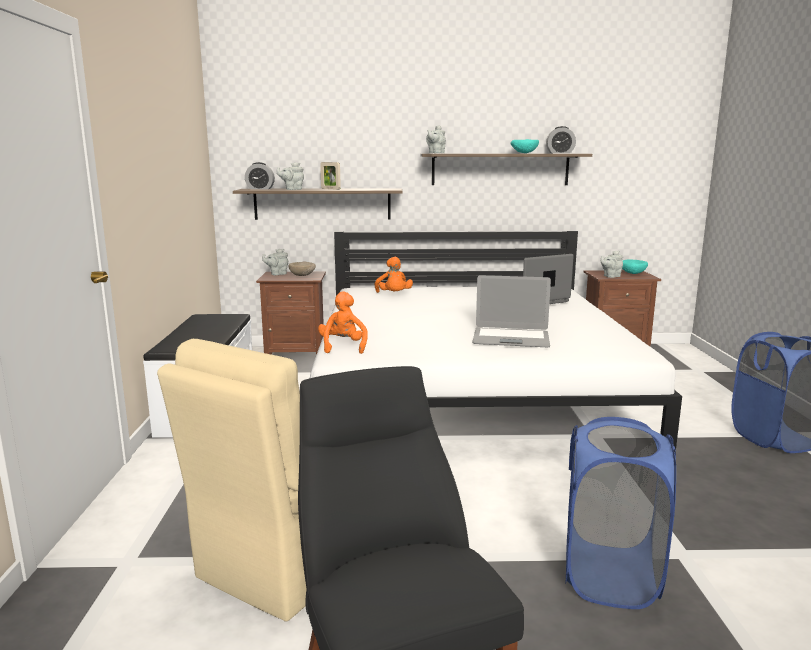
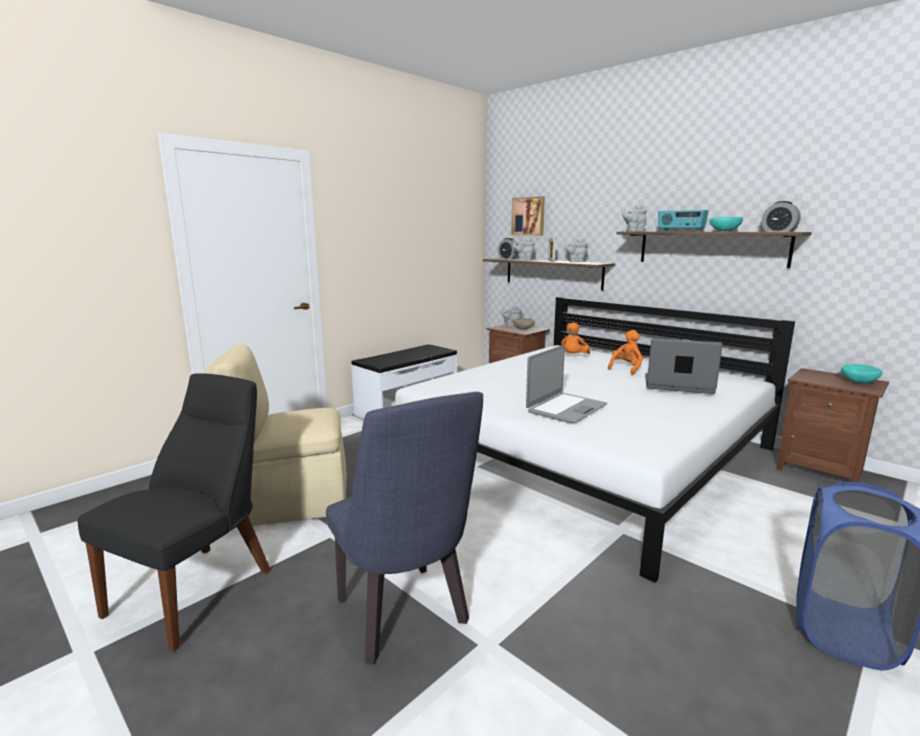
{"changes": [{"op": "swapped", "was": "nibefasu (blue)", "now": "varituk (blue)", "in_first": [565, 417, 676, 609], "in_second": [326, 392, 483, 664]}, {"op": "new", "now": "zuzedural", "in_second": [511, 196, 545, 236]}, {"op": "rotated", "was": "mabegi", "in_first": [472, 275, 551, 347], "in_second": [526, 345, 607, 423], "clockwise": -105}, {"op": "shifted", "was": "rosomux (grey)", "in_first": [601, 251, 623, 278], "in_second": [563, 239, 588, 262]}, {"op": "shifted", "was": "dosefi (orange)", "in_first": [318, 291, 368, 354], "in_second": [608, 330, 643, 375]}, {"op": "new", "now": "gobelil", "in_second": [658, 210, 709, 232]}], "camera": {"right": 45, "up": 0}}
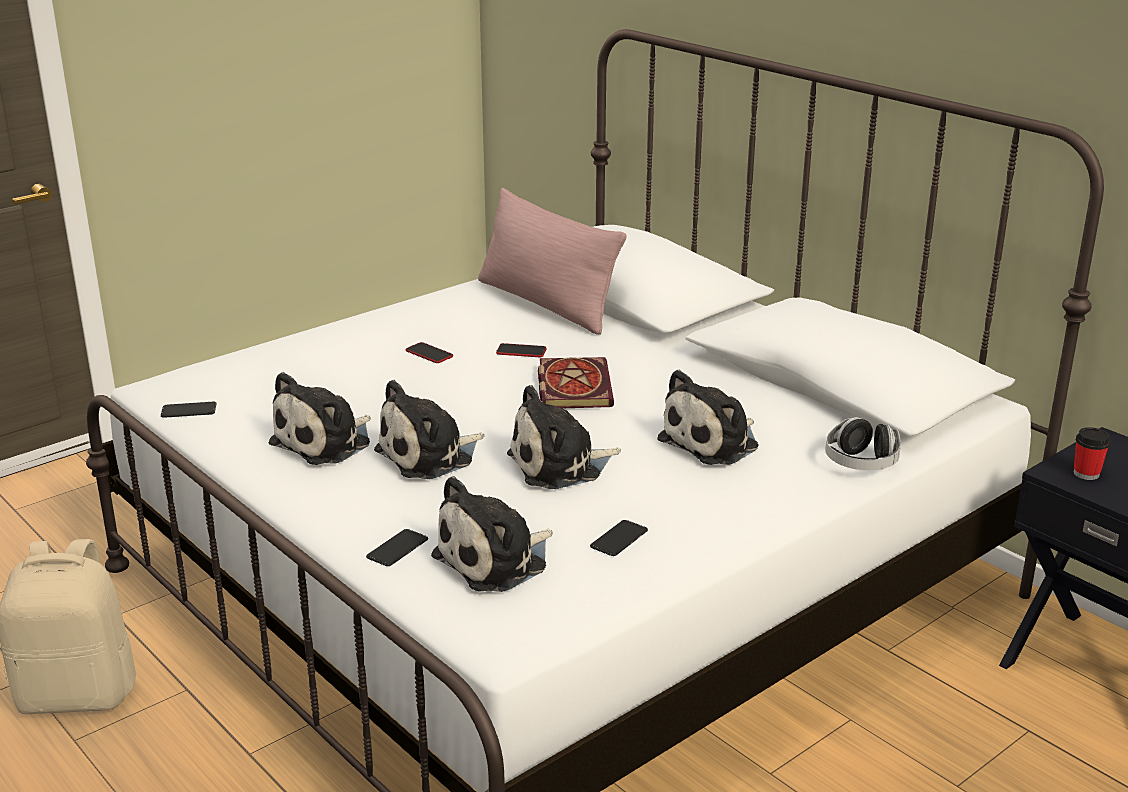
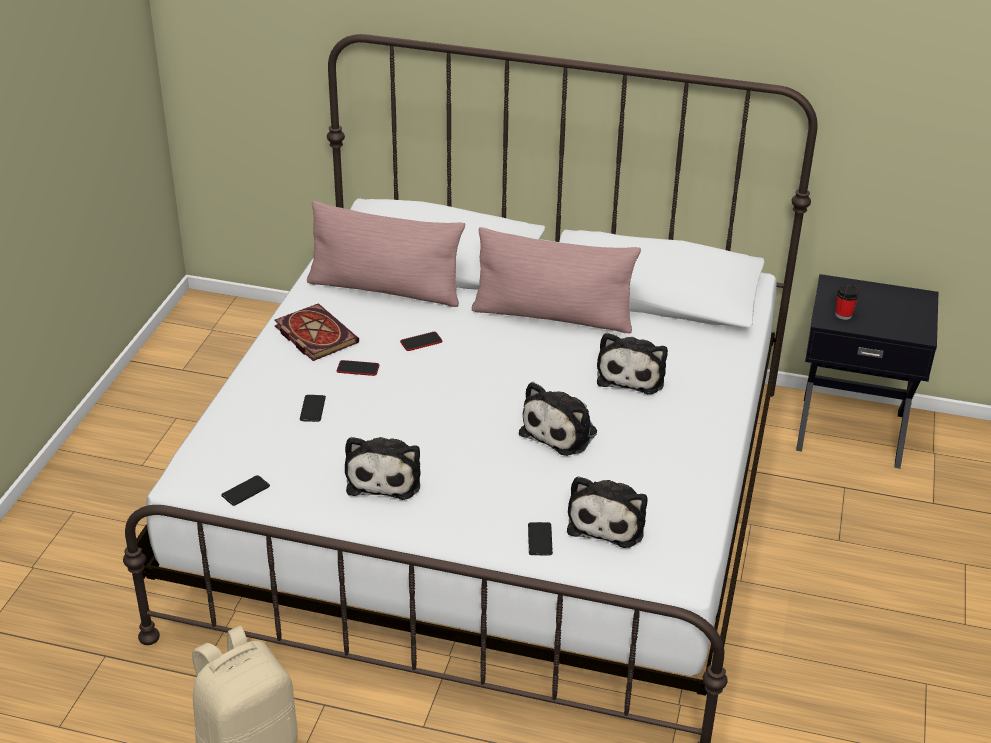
{"changes": [{"op": "shifted", "was": "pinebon", "in_first": [538, 357, 614, 408], "in_second": [274, 303, 359, 361]}, {"op": "shifted", "was": "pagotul", "in_first": [590, 520, 648, 556], "in_second": [300, 395, 326, 422]}, {"op": "new", "now": "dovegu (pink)", "in_second": [472, 227, 641, 333]}, {"op": "gone", "was": "dosefi", "in_first": [374, 380, 484, 479]}, {"op": "gone", "was": "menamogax", "in_first": [825, 417, 901, 470]}], "camera": {"right": -35, "up": 10}}
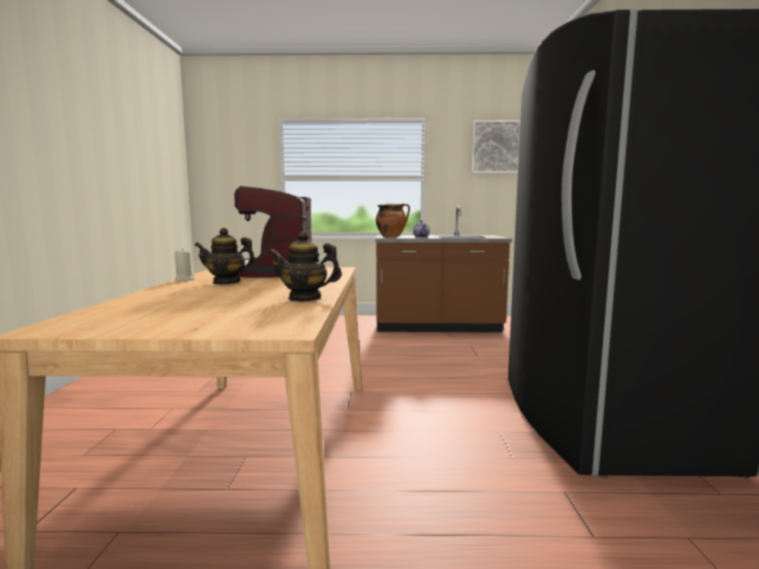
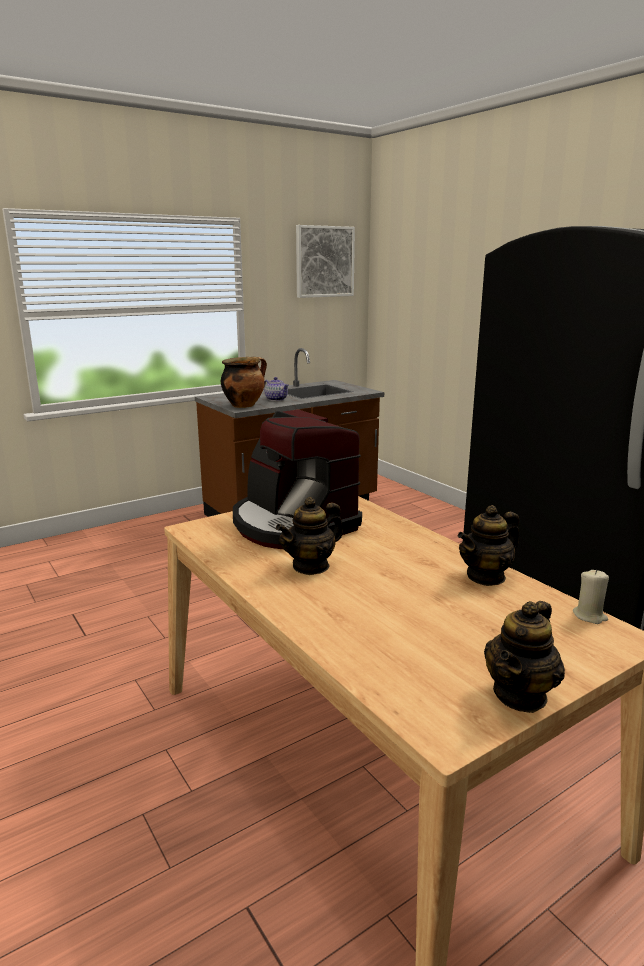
{"changes": [{"op": "new", "now": "rosomux", "in_second": [484, 601, 565, 713]}, {"op": "shifted", "was": "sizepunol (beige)", "in_first": [175, 249, 195, 281], "in_second": [573, 570, 609, 624]}], "camera": {"right": -35, "up": 10}}
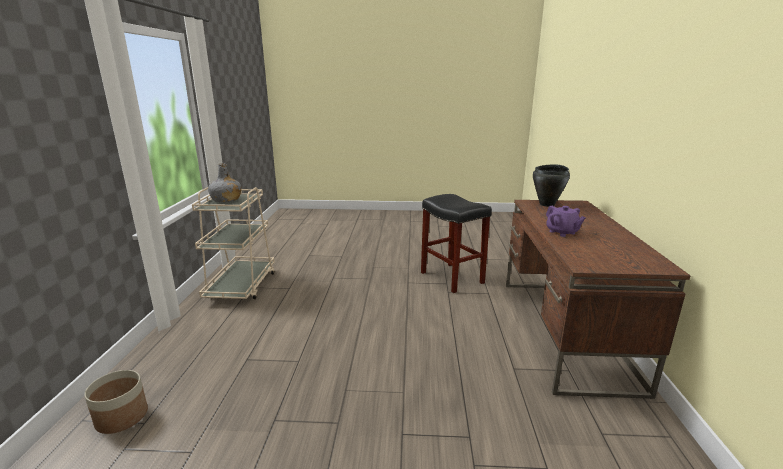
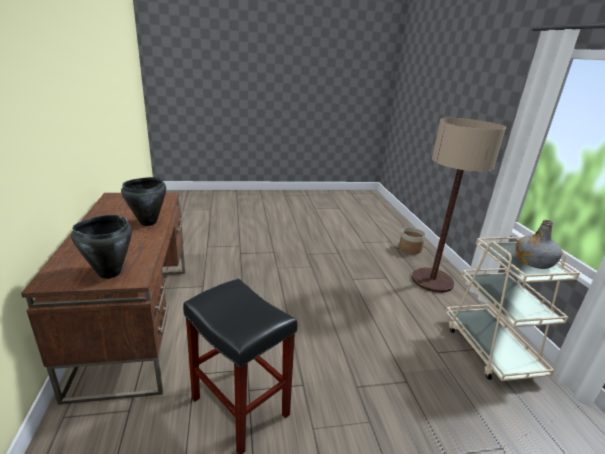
{"changes": [{"op": "swapped", "was": "rosomux (purple)", "now": "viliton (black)", "in_first": [546, 206, 586, 237], "in_second": [121, 177, 166, 226]}, {"op": "new", "now": "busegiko", "in_second": [412, 118, 506, 293]}], "camera": {"right": 165, "up": 5}}
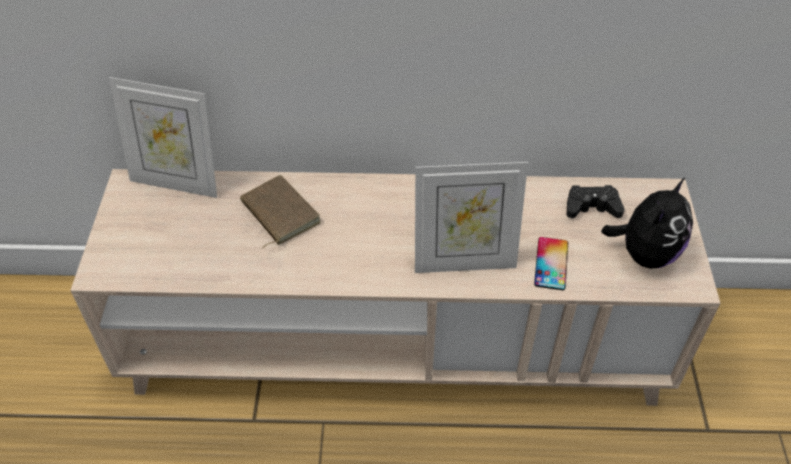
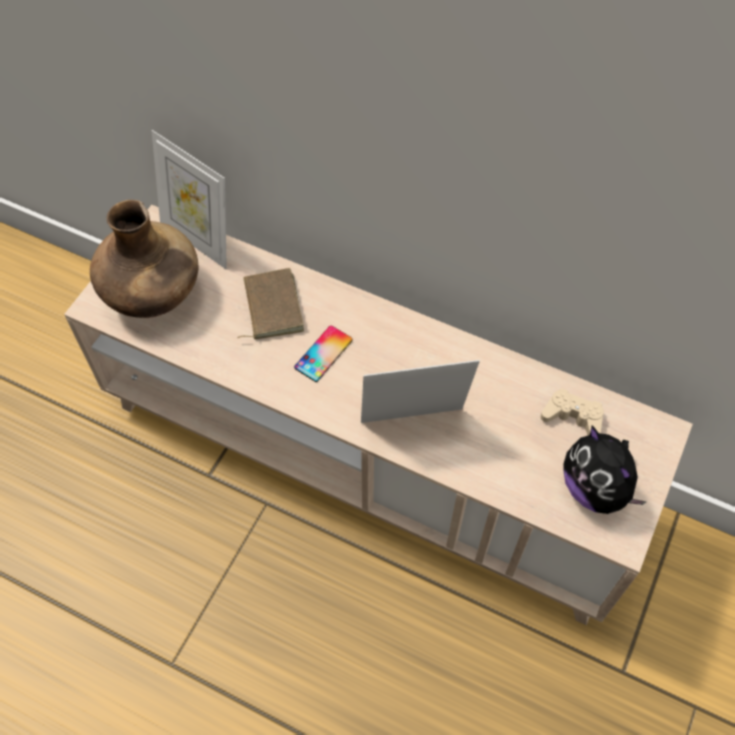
{"changes": [{"op": "new", "now": "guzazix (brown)", "in_second": [90, 200, 199, 318]}, {"op": "shifted", "was": "pagotul", "in_first": [534, 237, 568, 290], "in_second": [294, 326, 353, 382]}, {"op": "rotated", "was": "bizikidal", "in_first": [415, 162, 528, 273], "in_second": [361, 360, 480, 423], "clockwise": 150}, {"op": "repainted", "was": "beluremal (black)", "now": "beluremal (beige)", "in_first": [567, 185, 625, 218], "in_second": [541, 388, 604, 435]}, {"op": "rotated", "was": "dosefi", "in_first": [601, 177, 693, 269], "in_second": [563, 426, 646, 514], "clockwise": 90}], "camera": {"right": 25, "up": 10}}
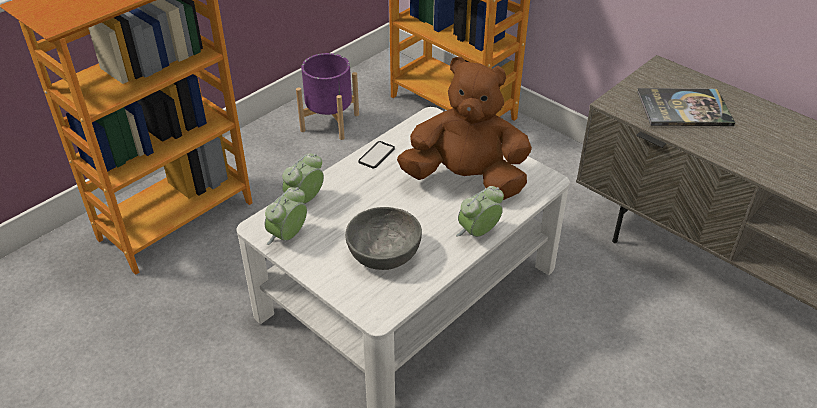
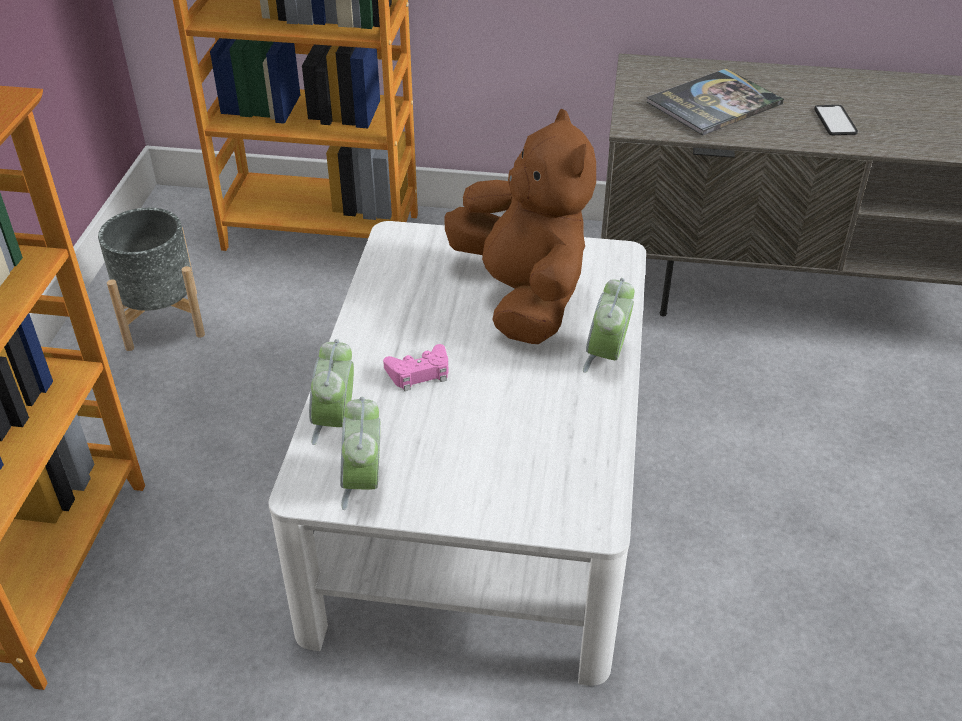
{"changes": [{"op": "repainted", "was": "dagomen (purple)", "now": "dagomen (grey)", "in_first": [296, 53, 359, 140], "in_second": [98, 208, 205, 351]}, {"op": "new", "now": "beluremal (pink)", "in_second": [383, 344, 449, 391]}, {"op": "rotated", "was": "dosefi (brown)", "in_first": [397, 57, 532, 200], "in_second": [444, 109, 596, 344], "clockwise": 90}, {"op": "shifted", "was": "pagotul", "in_first": [358, 141, 395, 169], "in_second": [814, 105, 858, 136]}, {"op": "gone", "was": "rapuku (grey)", "in_first": [345, 207, 422, 270]}], "camera": {"right": -35, "up": 0}}
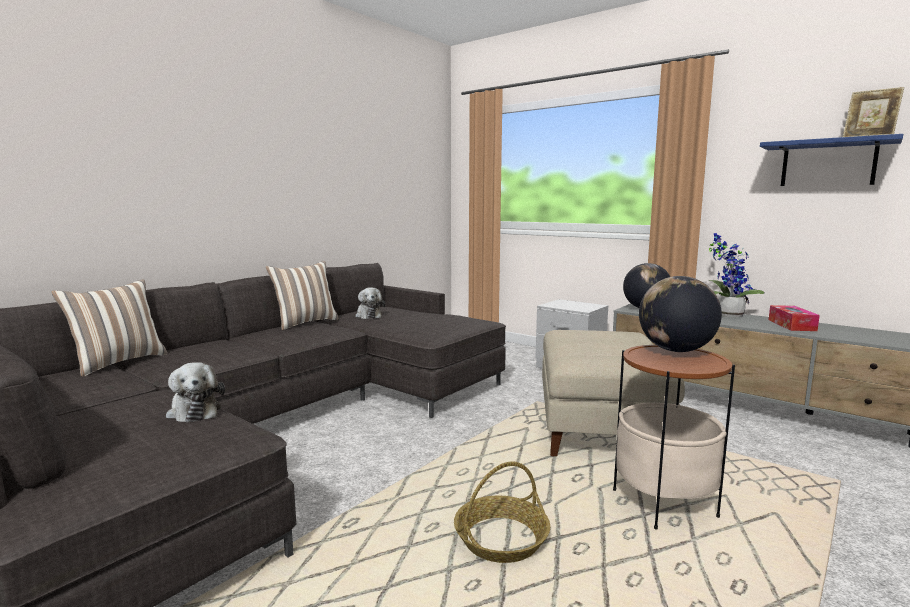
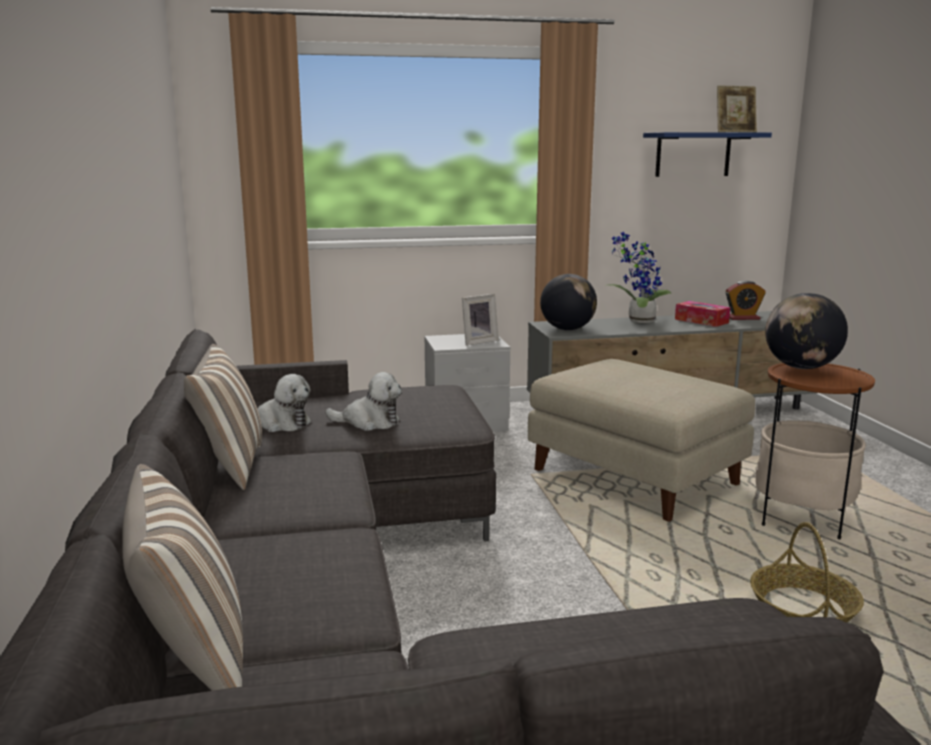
{"changes": [{"op": "shifted", "was": "dosefi", "in_first": [166, 362, 225, 423], "in_second": [325, 372, 402, 431]}, {"op": "new", "now": "bizikidal", "in_second": [462, 294, 499, 346]}, {"op": "new", "now": "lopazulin", "in_second": [725, 281, 766, 320]}], "camera": {"right": -50, "up": 5}}
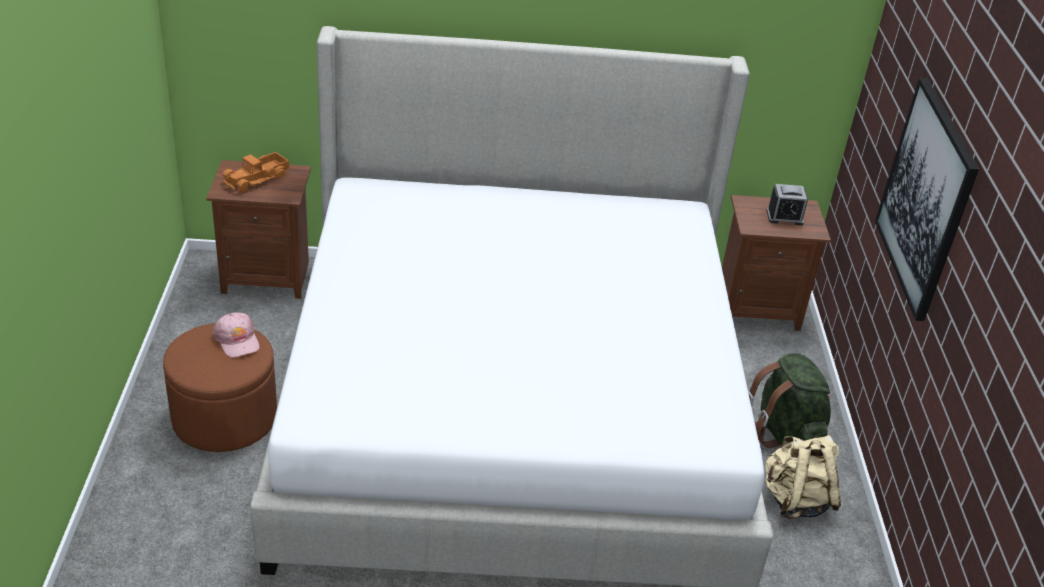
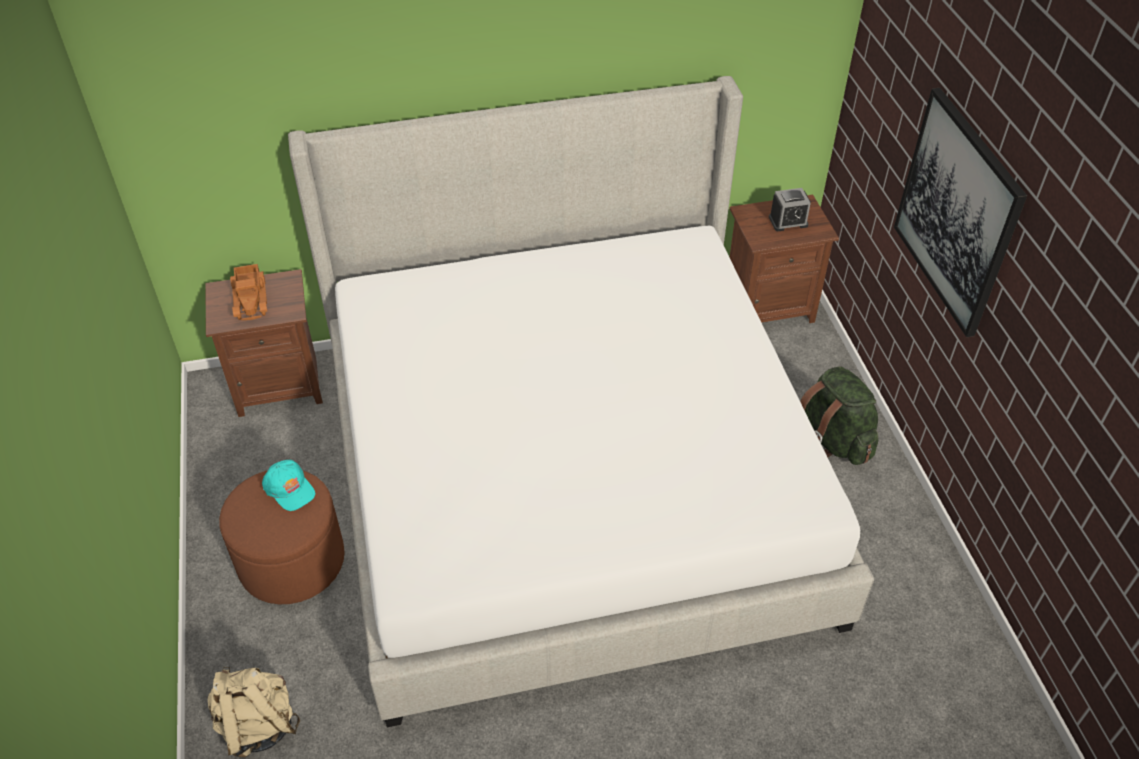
{"changes": [{"op": "shifted", "was": "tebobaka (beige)", "in_first": [765, 435, 841, 519], "in_second": [208, 667, 300, 758]}, {"op": "rotated", "was": "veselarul", "in_first": [222, 152, 289, 192], "in_second": [230, 264, 267, 320], "clockwise": -45}, {"op": "repainted", "was": "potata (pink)", "now": "potata (turquoise)", "in_first": [213, 313, 259, 357], "in_second": [262, 460, 315, 511]}], "camera": {"right": -10, "up": 10}}
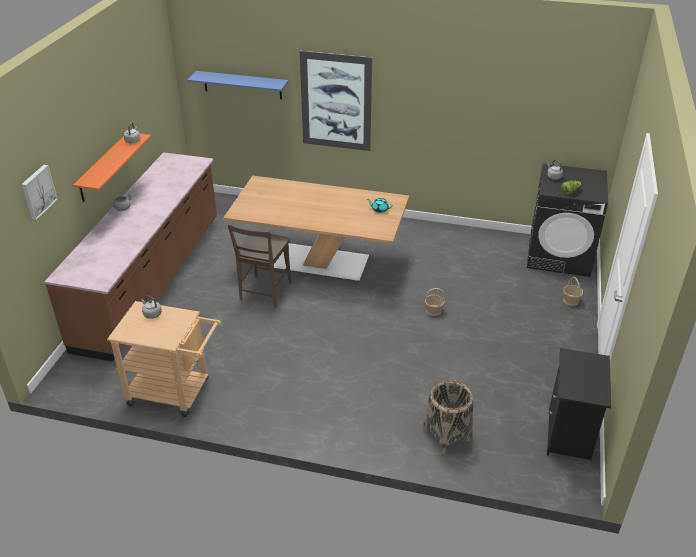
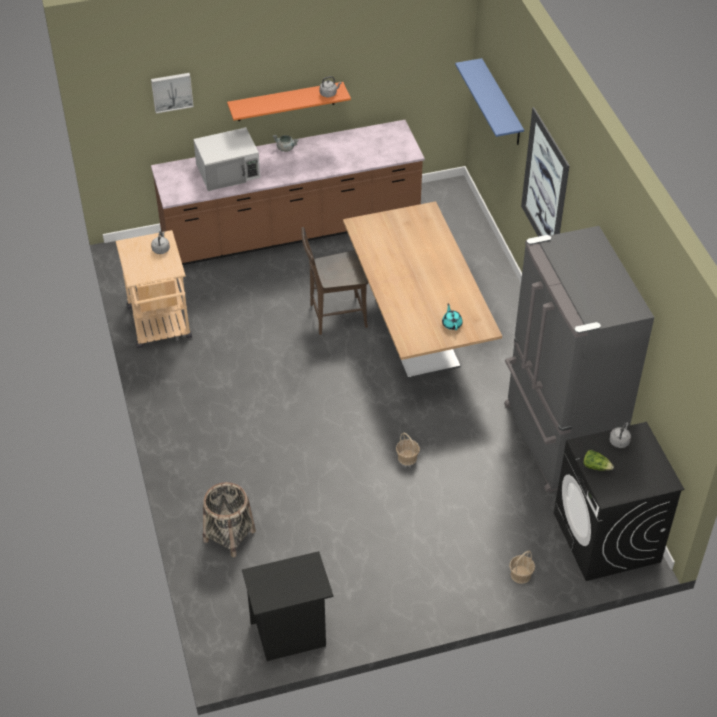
{"changes": [{"op": "new", "now": "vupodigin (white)", "in_second": [193, 127, 260, 191]}, {"op": "new", "now": "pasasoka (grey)", "in_second": [504, 226, 654, 493]}], "camera": {"right": 60, "up": 10}}
